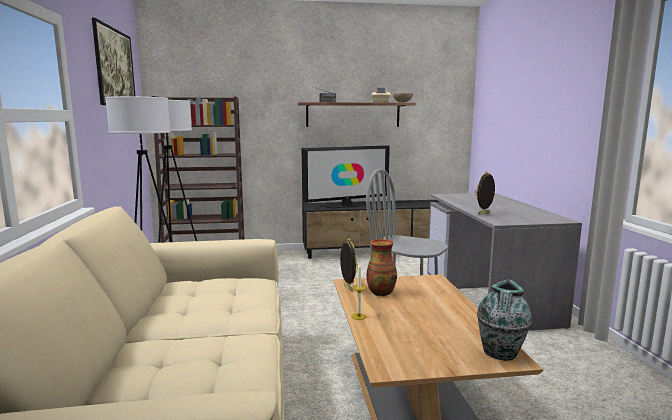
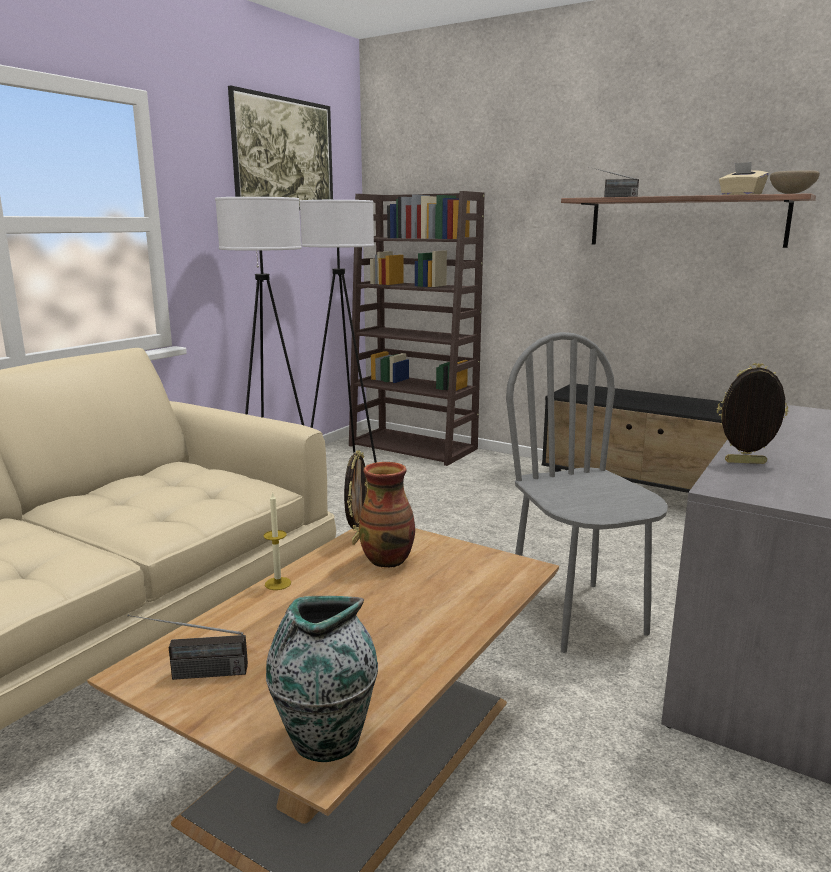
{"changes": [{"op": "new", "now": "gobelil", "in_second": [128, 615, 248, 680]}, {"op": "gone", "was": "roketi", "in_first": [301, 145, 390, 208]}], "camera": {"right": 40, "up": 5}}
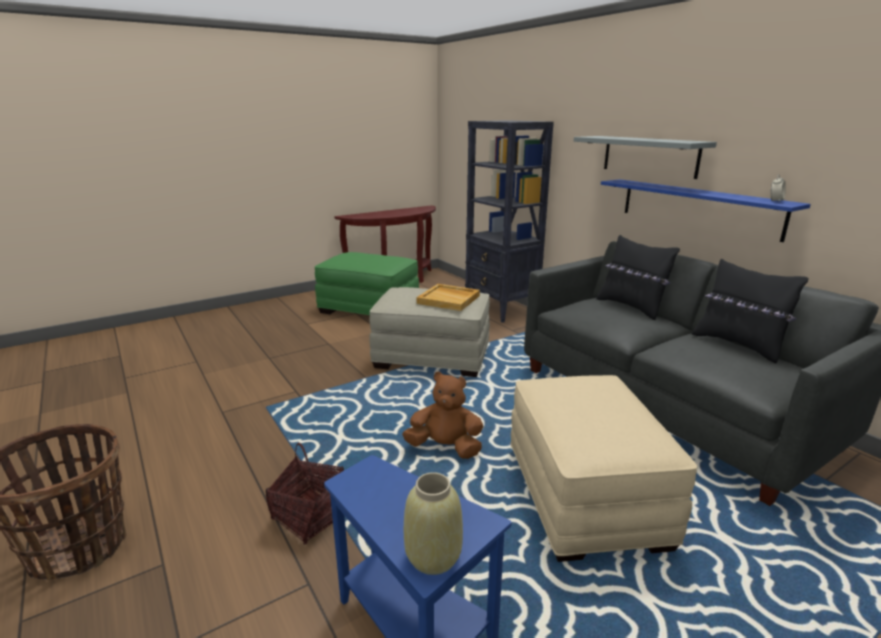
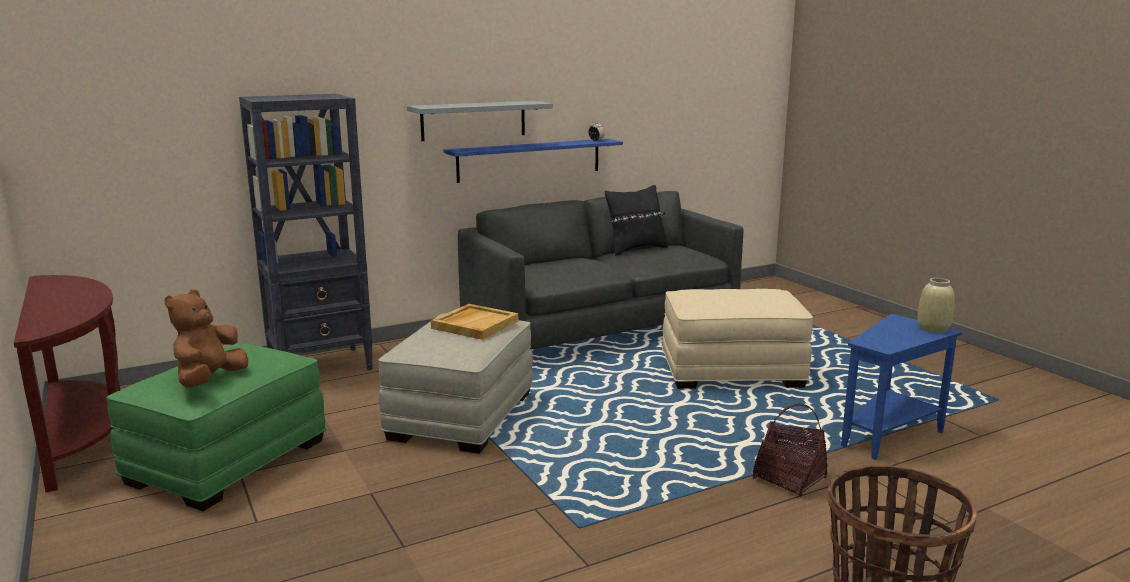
{"changes": [{"op": "shifted", "was": "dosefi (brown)", "in_first": [402, 372, 483, 459], "in_second": [164, 289, 248, 388]}, {"op": "gone", "was": "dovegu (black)", "in_first": [596, 235, 680, 320]}], "camera": {"right": -85, "up": -5}}
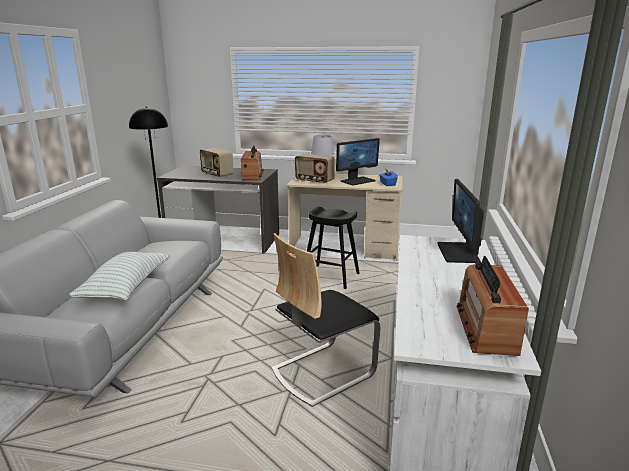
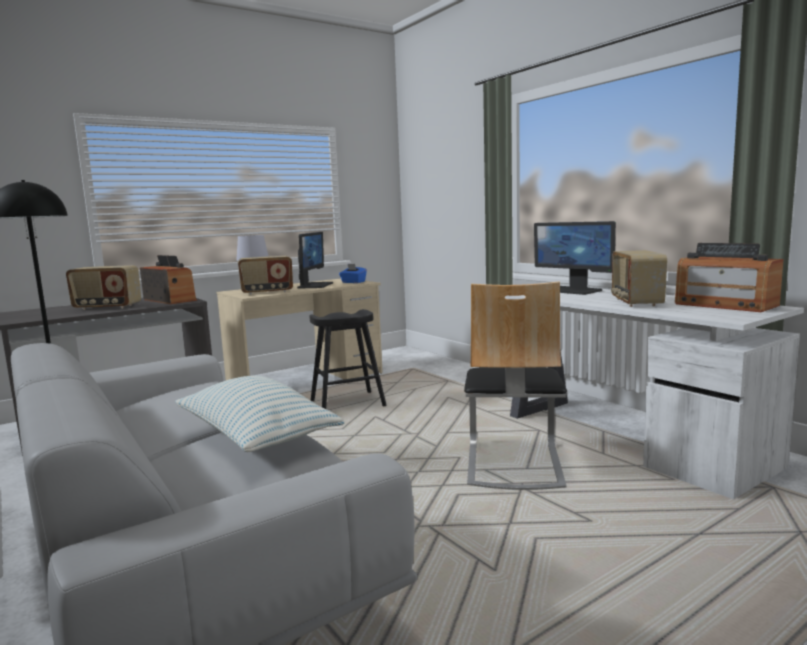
{"changes": [{"op": "new", "now": "gobelil", "in_second": [611, 250, 667, 307]}], "camera": {"right": -45, "up": -10}}
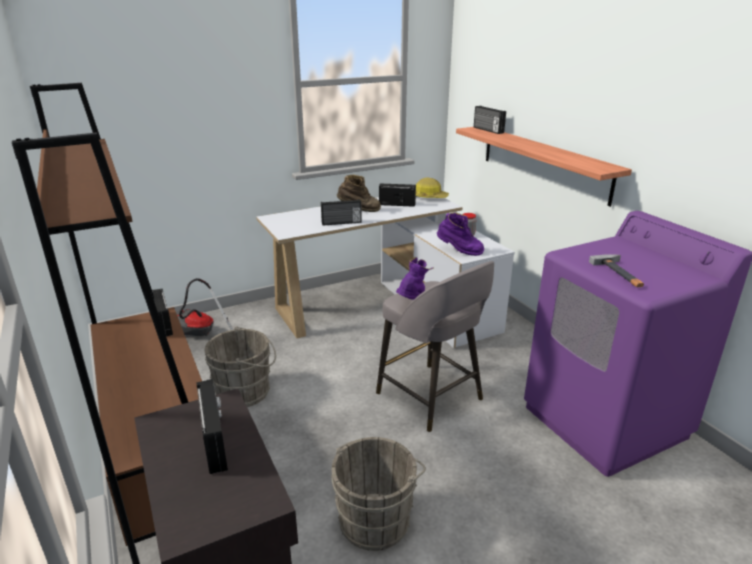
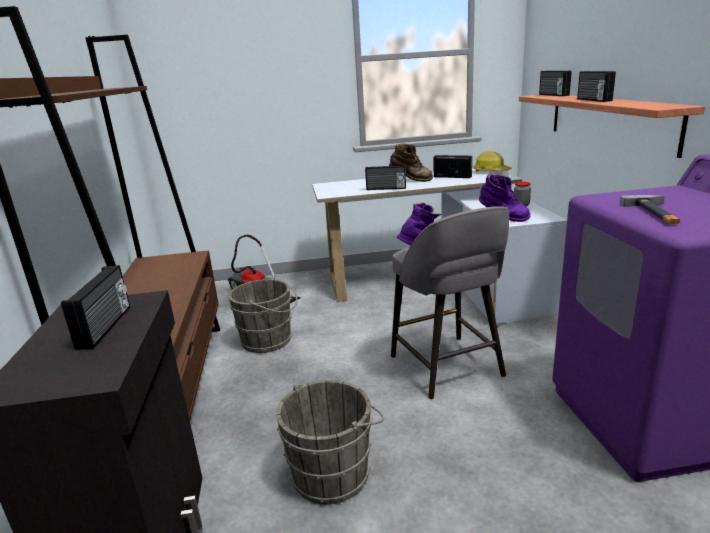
{"changes": [{"op": "shifted", "was": "gobelil", "in_first": [152, 289, 173, 336], "in_second": [577, 71, 616, 102]}], "camera": {"right": 20, "up": -5}}
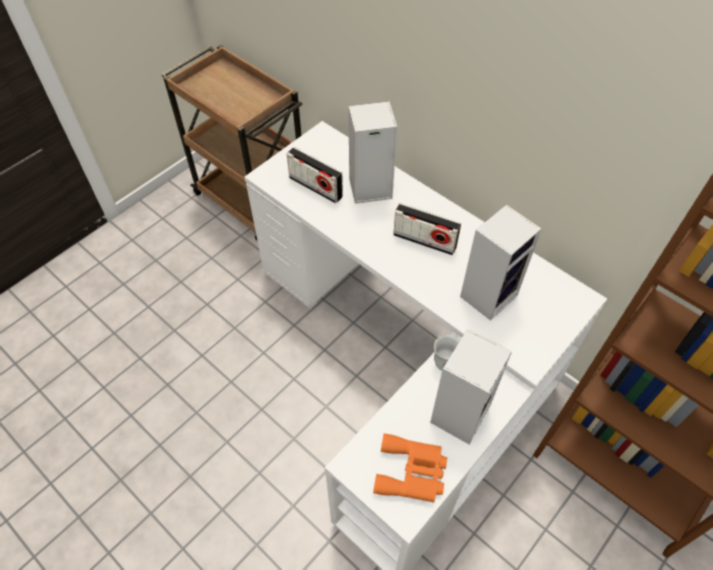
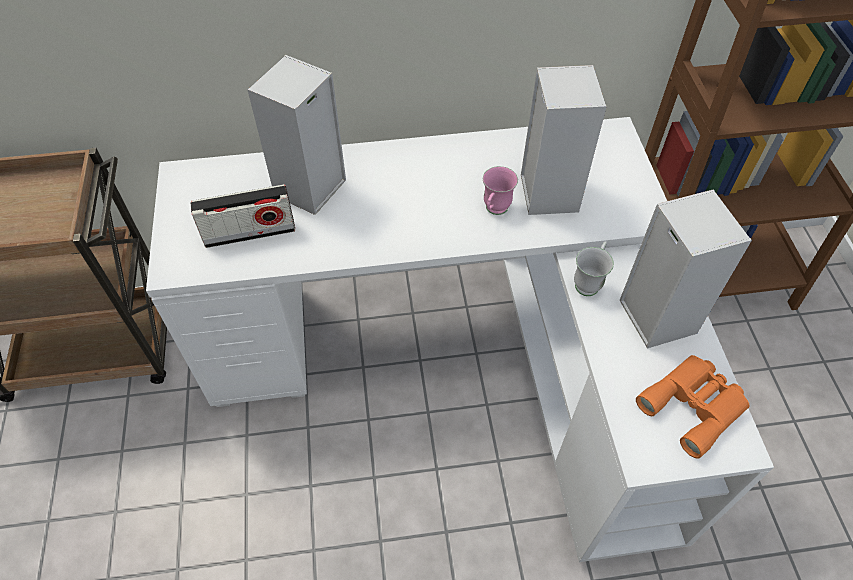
{"changes": [{"op": "new", "now": "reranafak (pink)", "in_second": [483, 166, 518, 215]}, {"op": "gone", "was": "gobelil", "in_first": [393, 203, 461, 255]}], "camera": {"right": -50, "up": 0}}
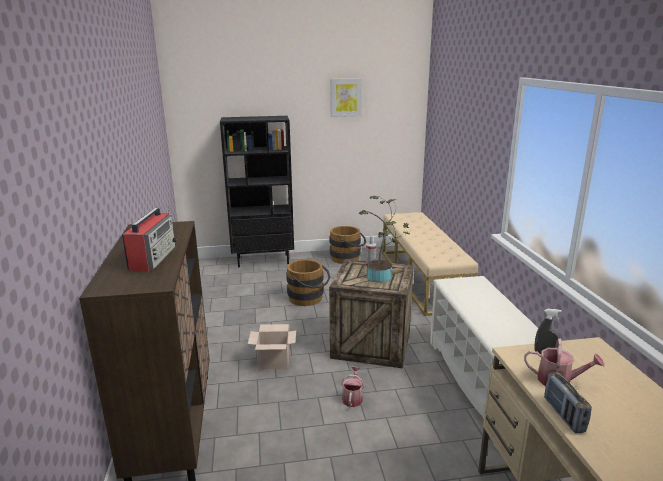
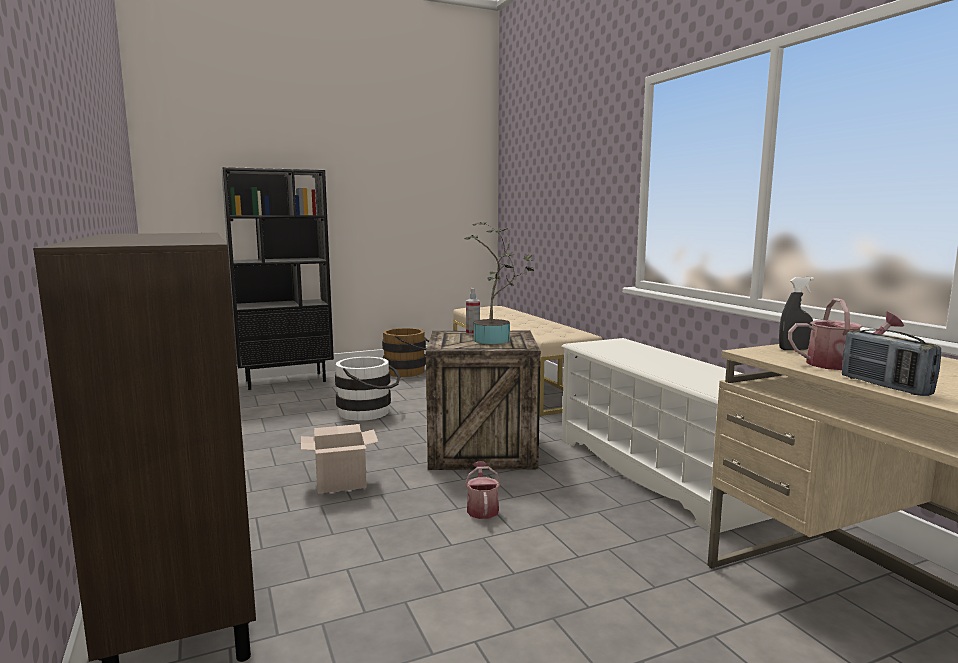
{"changes": [{"op": "repainted", "was": "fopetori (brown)", "now": "fopetori (white)", "in_first": [286, 259, 330, 306], "in_second": [335, 357, 400, 421]}, {"op": "gone", "was": "gobelil", "in_first": [122, 204, 177, 272]}, {"op": "gone", "was": "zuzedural", "in_first": [330, 78, 362, 117]}], "camera": {"right": -15, "up": -10}}
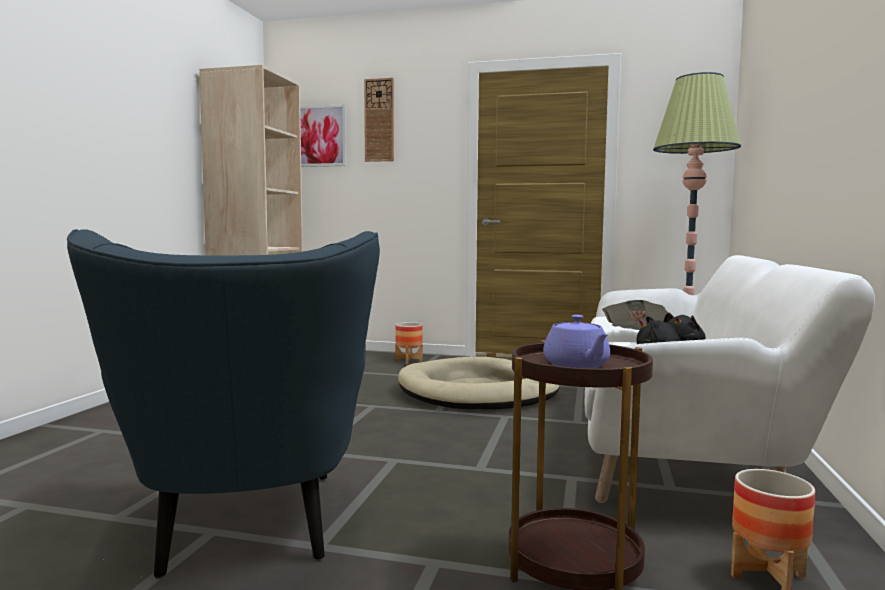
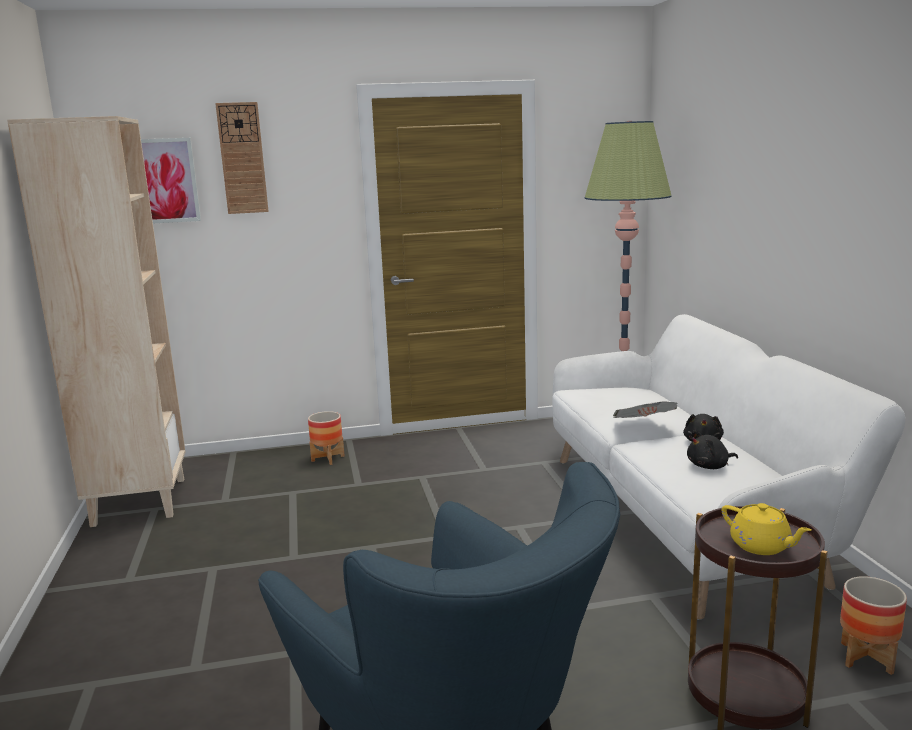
{"changes": [{"op": "repainted", "was": "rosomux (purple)", "now": "rosomux (yellow)", "in_first": [543, 315, 610, 368], "in_second": [722, 503, 811, 555]}, {"op": "gone", "was": "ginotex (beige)", "in_first": [398, 357, 560, 409]}], "camera": {"right": -25, "up": 10}}
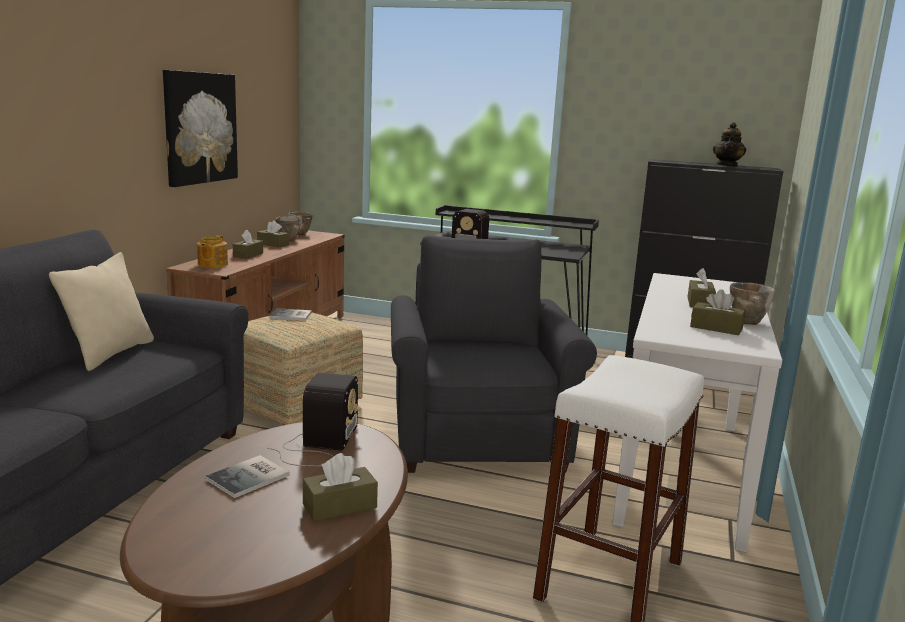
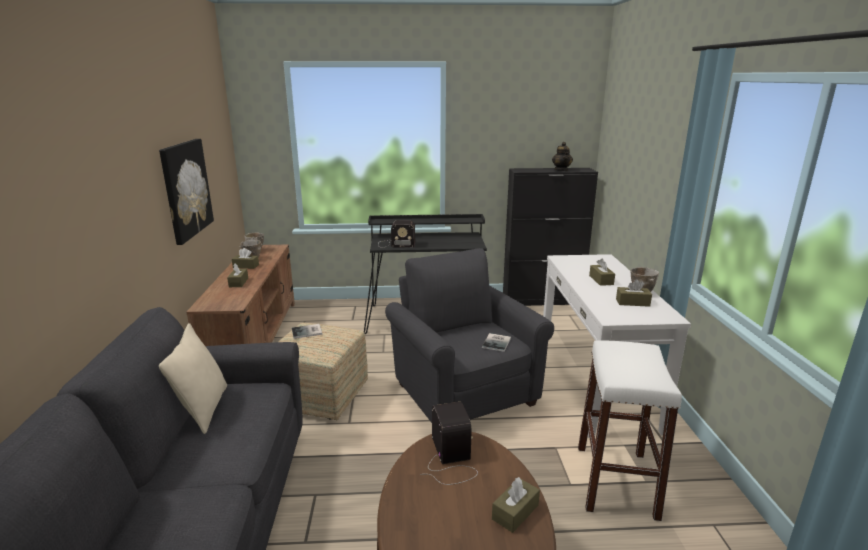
{"changes": [{"op": "shifted", "was": "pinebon", "in_first": [205, 455, 289, 498], "in_second": [482, 333, 511, 352]}, {"op": "gone", "was": "rosomux", "in_first": [197, 235, 228, 268]}], "camera": {"right": -20, "up": 5}}
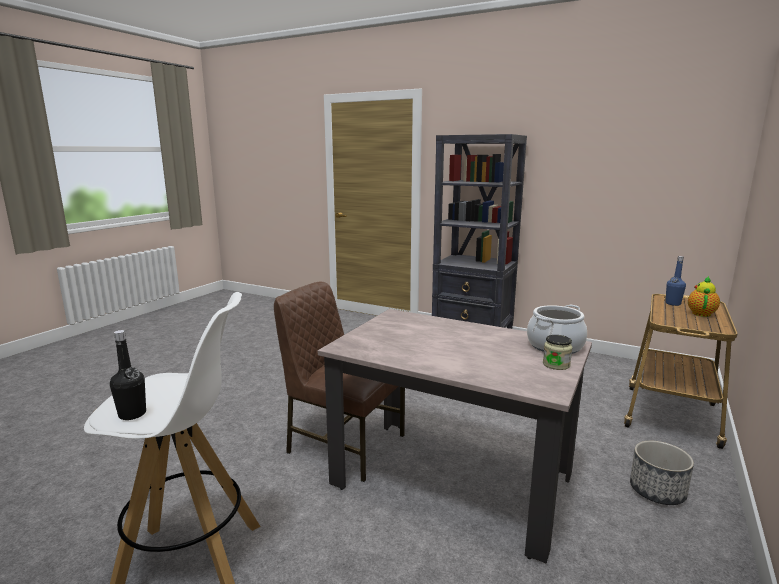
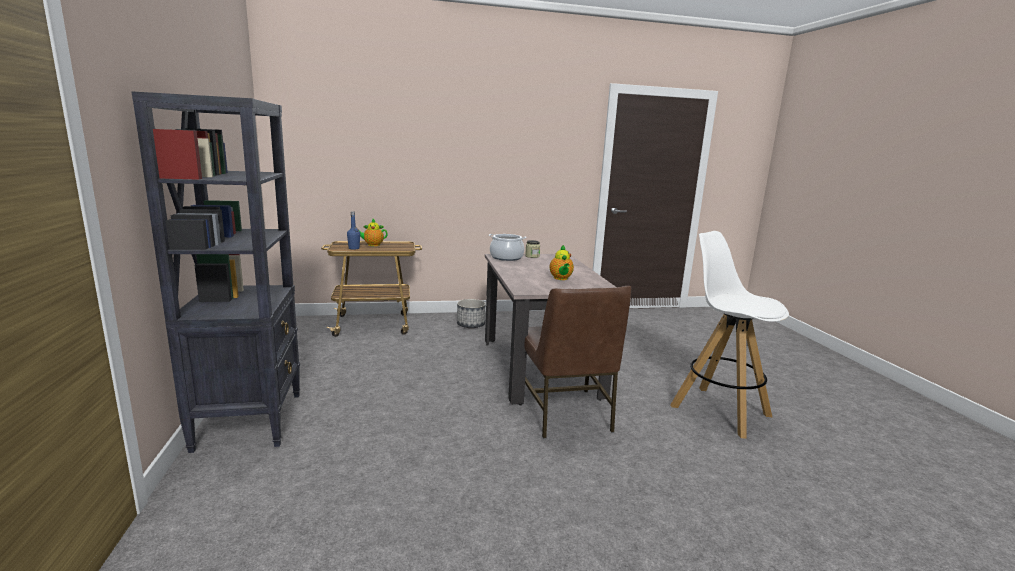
{"changes": [{"op": "new", "now": "rosomux", "in_second": [550, 245, 574, 280]}, {"op": "gone", "was": "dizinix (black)", "in_first": [110, 330, 146, 420]}], "camera": {"right": -130, "up": 0}}
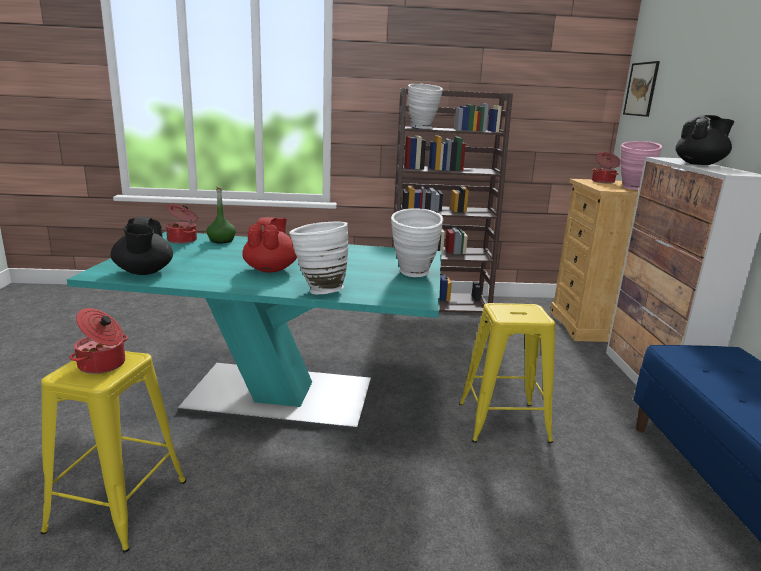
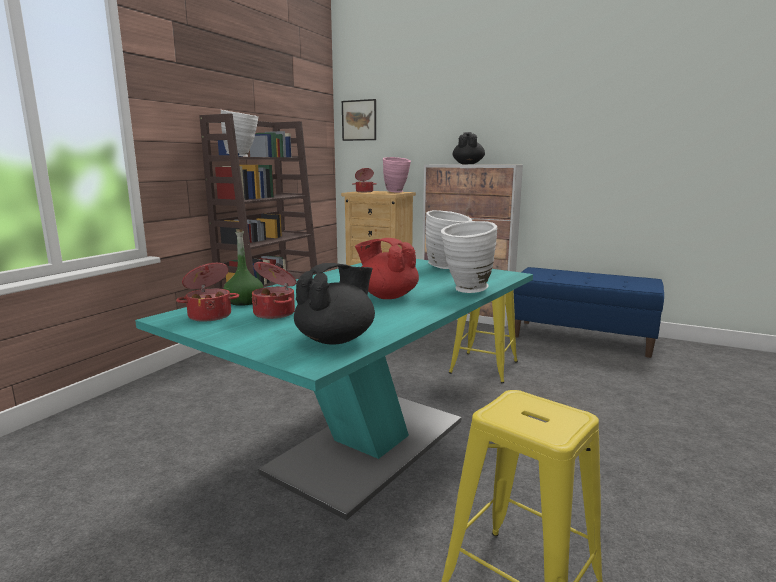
{"changes": [{"op": "shifted", "was": "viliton", "in_first": [70, 308, 128, 374], "in_second": [252, 262, 297, 319]}, {"op": "rotated", "was": "rosomux (black)", "in_first": [111, 217, 173, 275], "in_second": [294, 263, 375, 345], "clockwise": -60}], "camera": {"right": -60, "up": -5}}
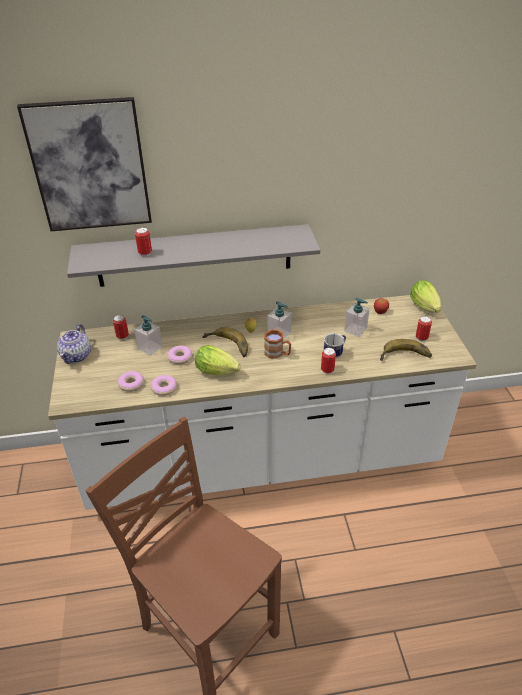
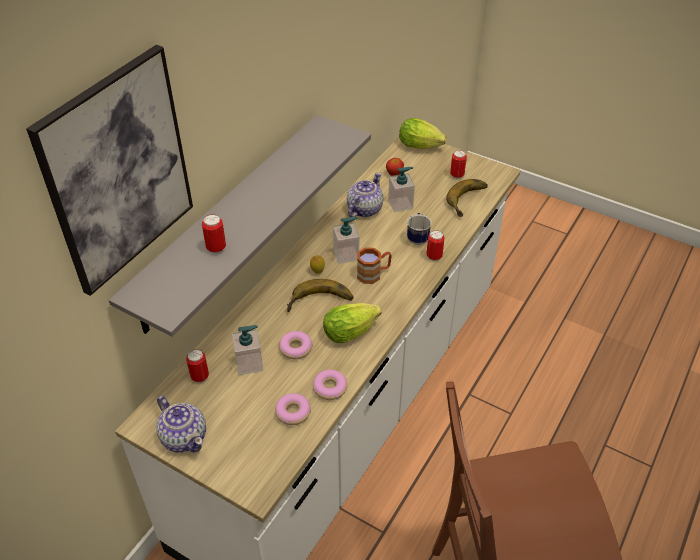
{"changes": [{"op": "new", "now": "rosomux", "in_second": [347, 172, 383, 217]}], "camera": {"right": -50, "up": 5}}
